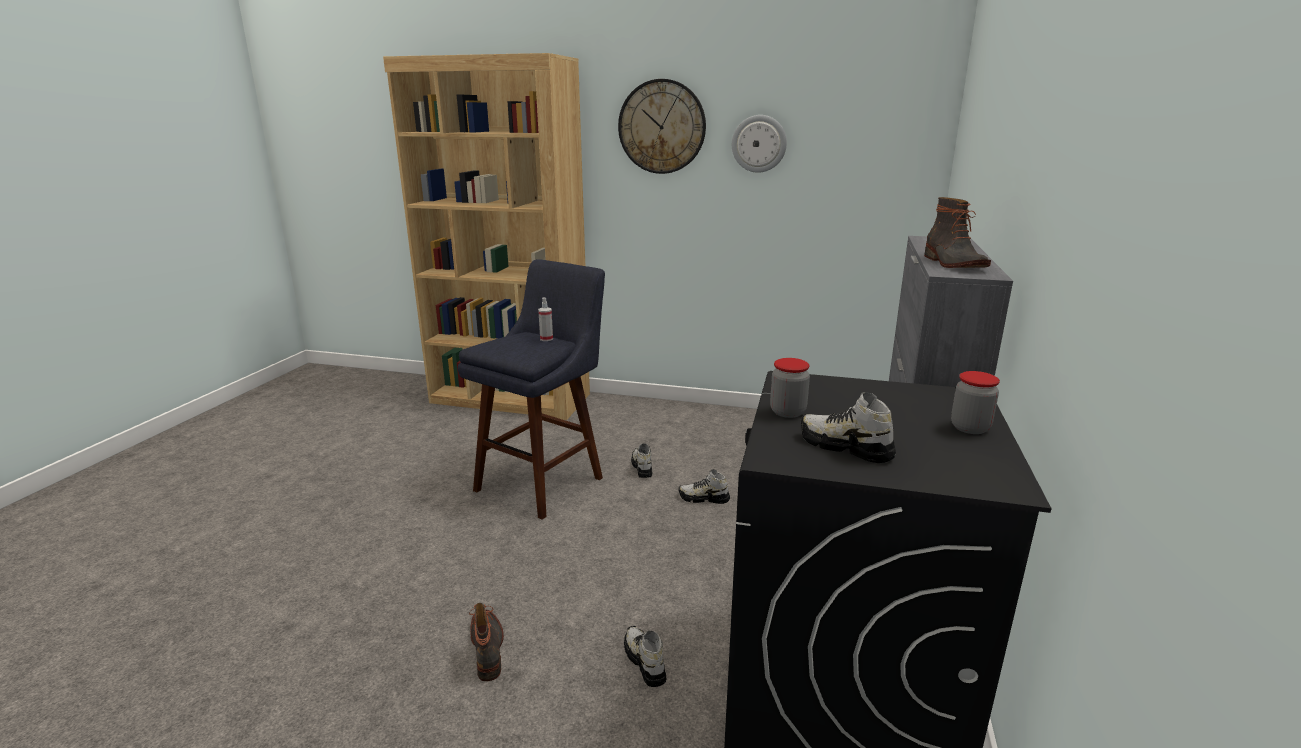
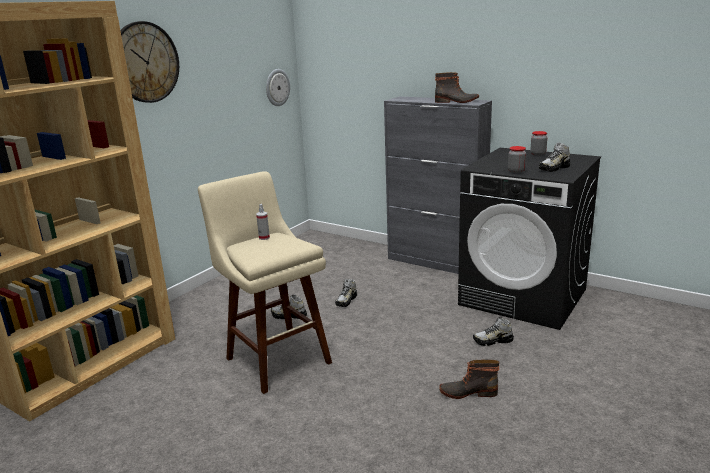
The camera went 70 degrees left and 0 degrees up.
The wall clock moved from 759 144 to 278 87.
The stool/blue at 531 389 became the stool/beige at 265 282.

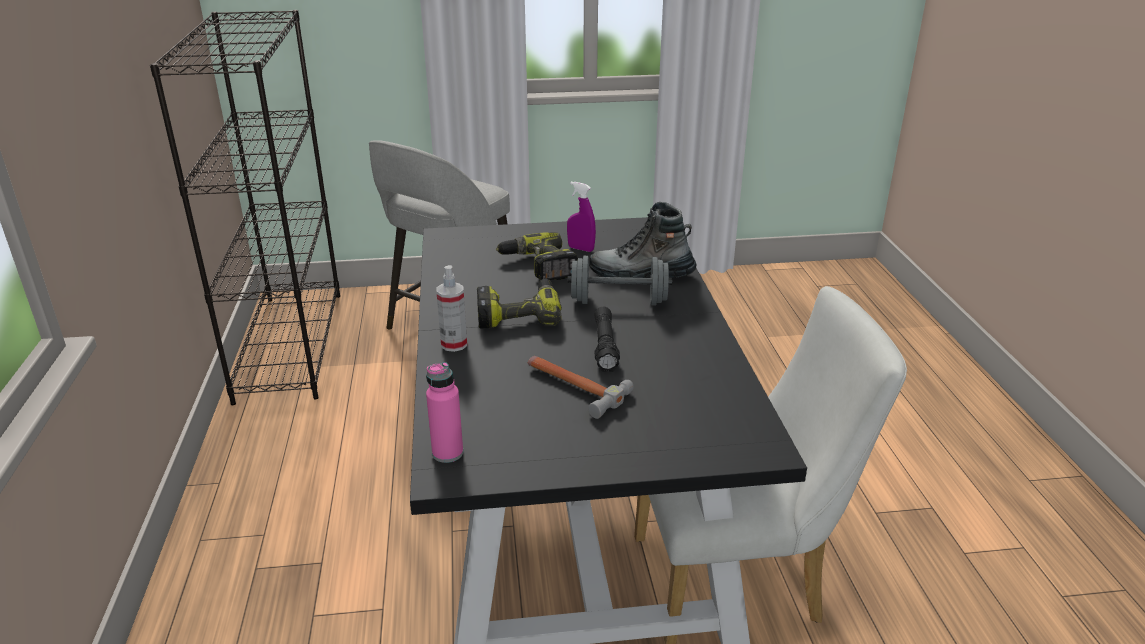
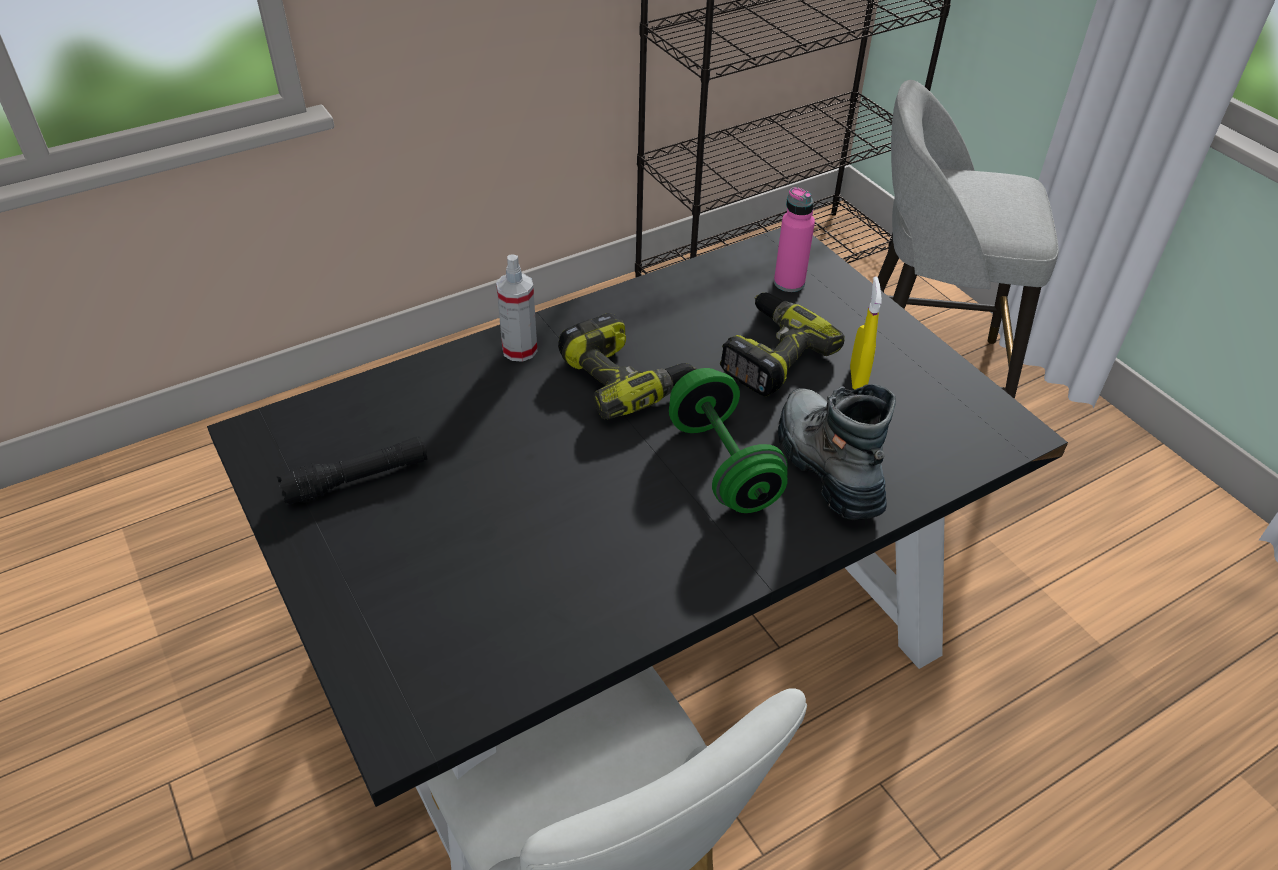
The camera went 65 degrees right and 15 degrees up.
The spray bottle/purple at 581 217 became the spray bottle/yellow at 866 333.
The dumbbell/grey at 620 281 became the dumbbell/green at 728 440.
The flashlight/black moved from 607 339 to 352 470.
The hammer at 581 387 disappeared.
The bottle/pink moved from 444 412 to 794 239.

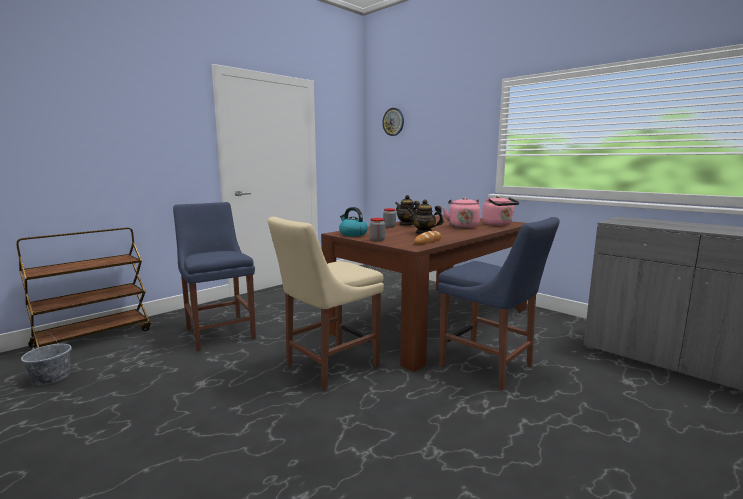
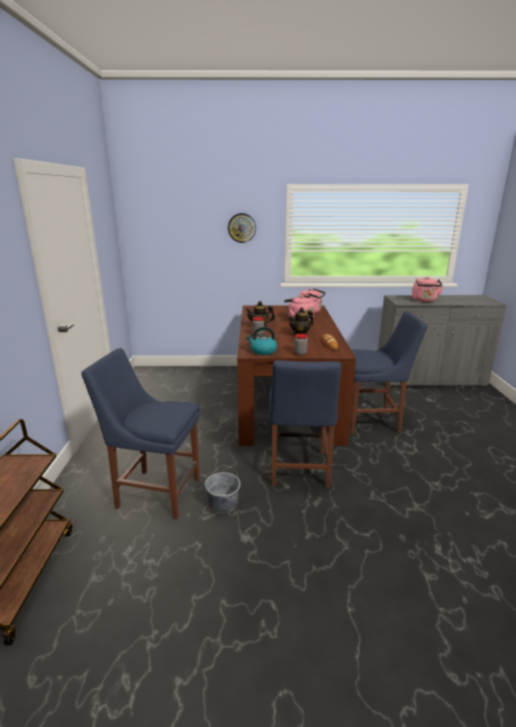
The camera went 45 degrees left and 10 degrees up.
The wall clock moved from 393 122 to 242 228.
The chair/beige at 326 303 became the chair/blue at 305 424.
The bucket/grey moved from 46 358 to 222 490.
The kettle/pink at 428 289 appeared.

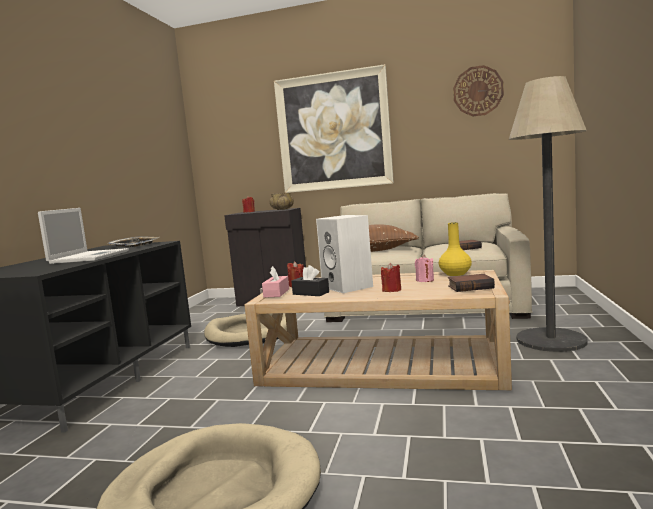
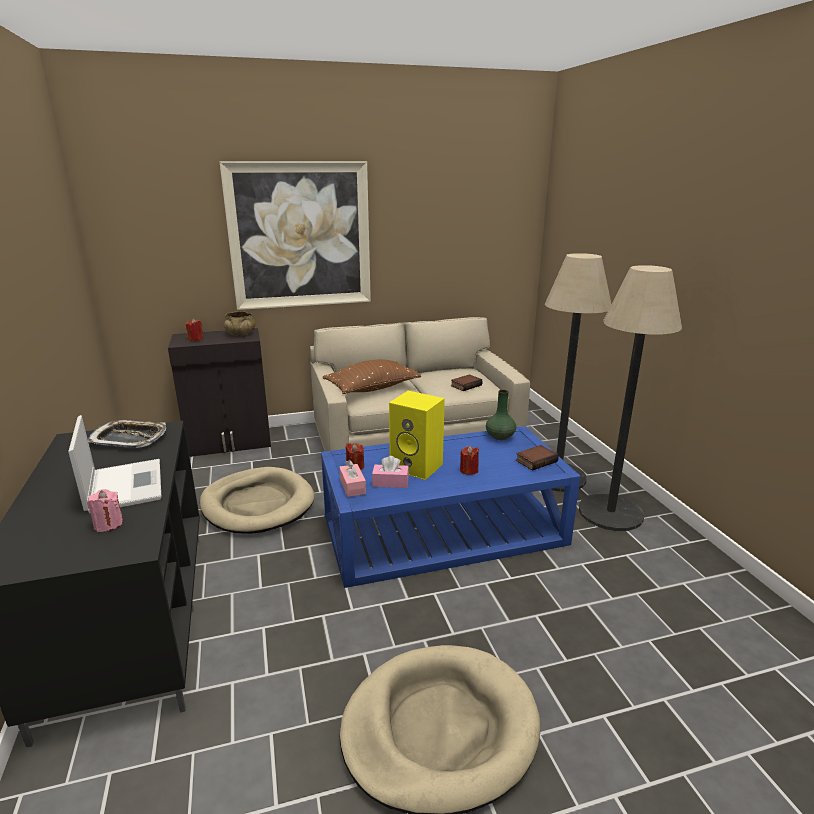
The camera went 30 degrees left and 15 degrees up.
The wall clock at 478 91 disappeared.
The speaker/white at 344 254 became the speaker/yellow at 417 435.
The vase/yellow at 455 249 became the vase/green at 501 415.
The candle/pink moved from 424 268 to 105 510.
The tissue box/black at 310 280 became the tissue box/pink at 390 472.
The coffee table/beige at 378 330 became the coffee table/blue at 450 507.
The floor lamp at 630 398 appeared.

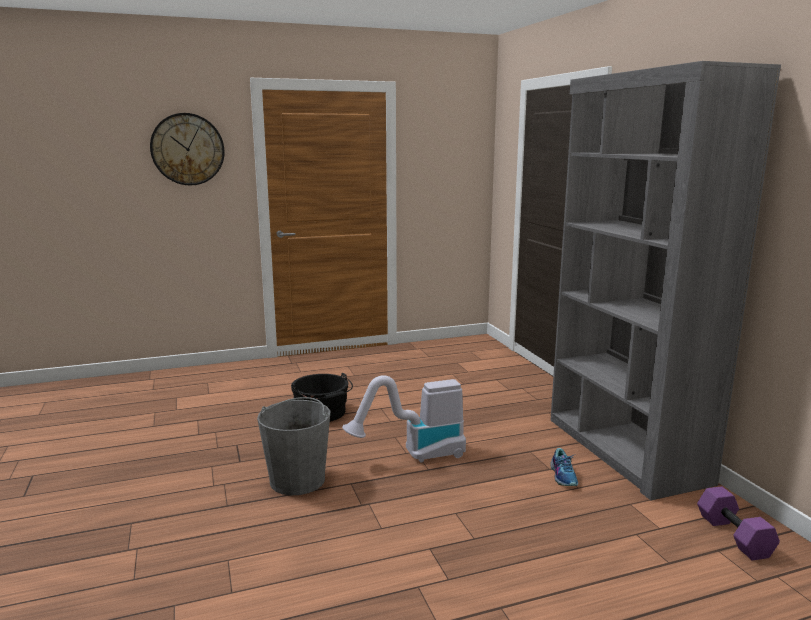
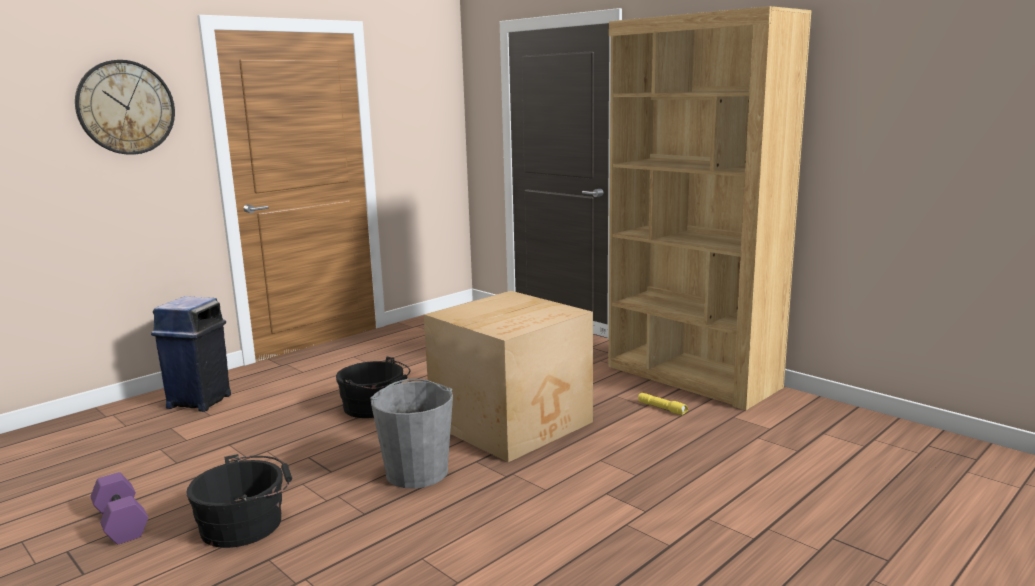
The camera went 25 degrees left and 0 degrees up.
The bookcase/grey at 666 281 became the bookcase/brown at 710 208.
The vacuum cleaner at 404 418 was replaced by the cardboard box at 508 376.
The shoe at 564 467 was replaced by the flashlight/yellow at 663 404.
The dumbbell/purple moved from 738 523 to 119 508.
The trash can/blue at 191 354 appeared.
The bucket/black at 239 501 appeared.

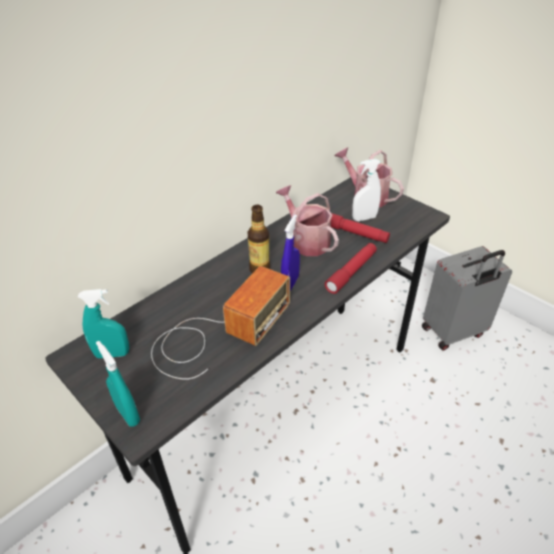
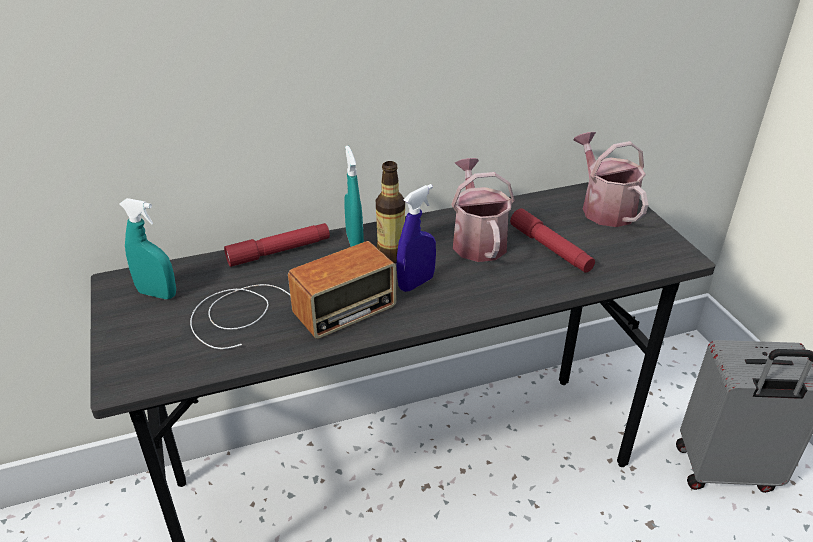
The camera went 25 degrees right and 5 degrees down.
The spray bottle/white at 366 190 disappeared.
The flashlight/red moved from 351 268 to 277 245.
The spray bottle/turquoise moved from 118 383 to 354 196.

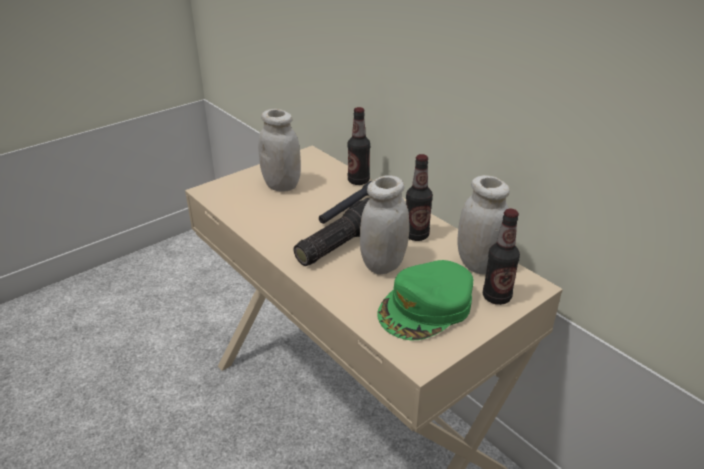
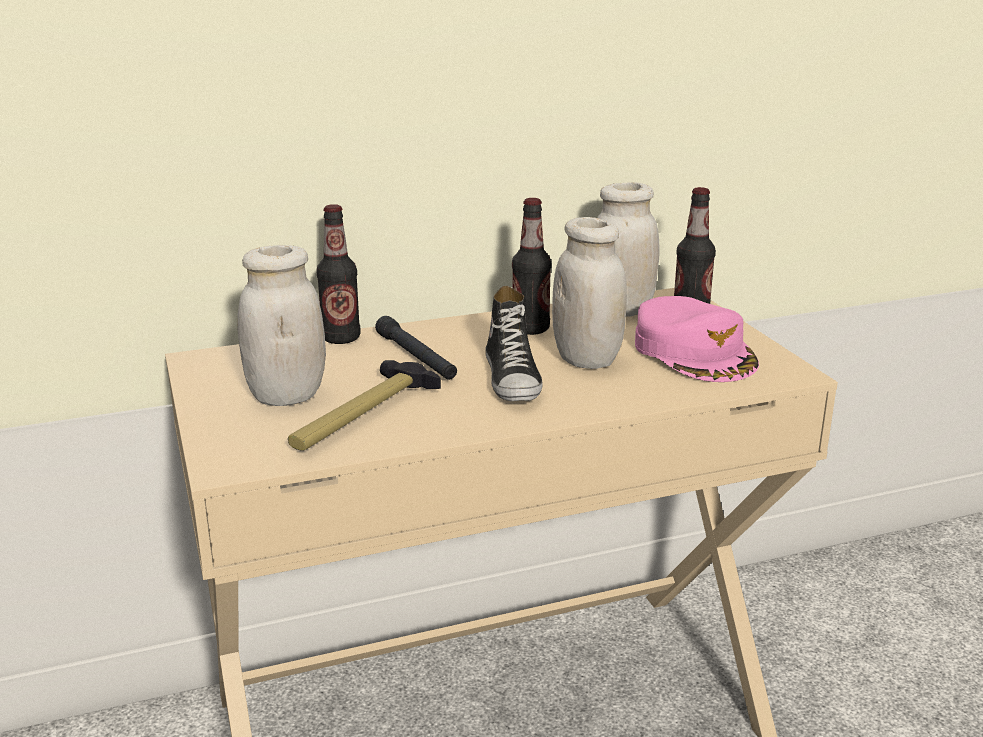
The camera went 70 degrees left and 10 degrees down.
The flashlight at 331 232 was replaced by the shoe at 514 343.
The cap/green at 425 300 became the cap/pink at 697 339.
The hammer at 364 405 appeared.

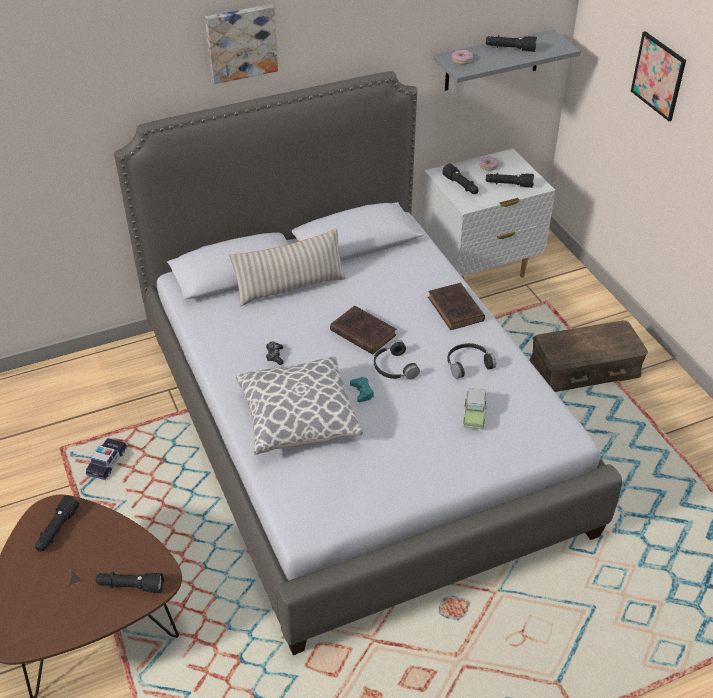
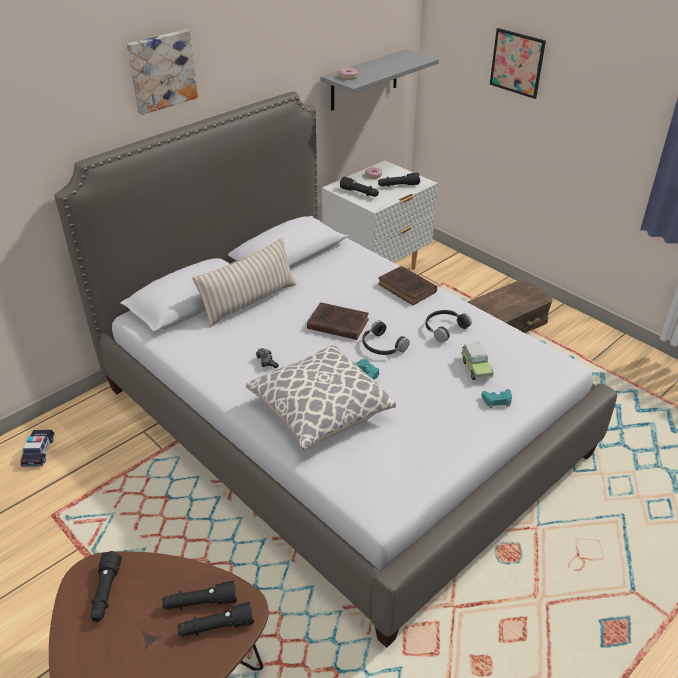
The camera went 20 degrees left and 5 degrees down.
The flashlight/black moved from 511 43 to 199 595.
The toy car moved from 106 459 to 38 448.
The game controller/turquoise at 496 398 appeared.

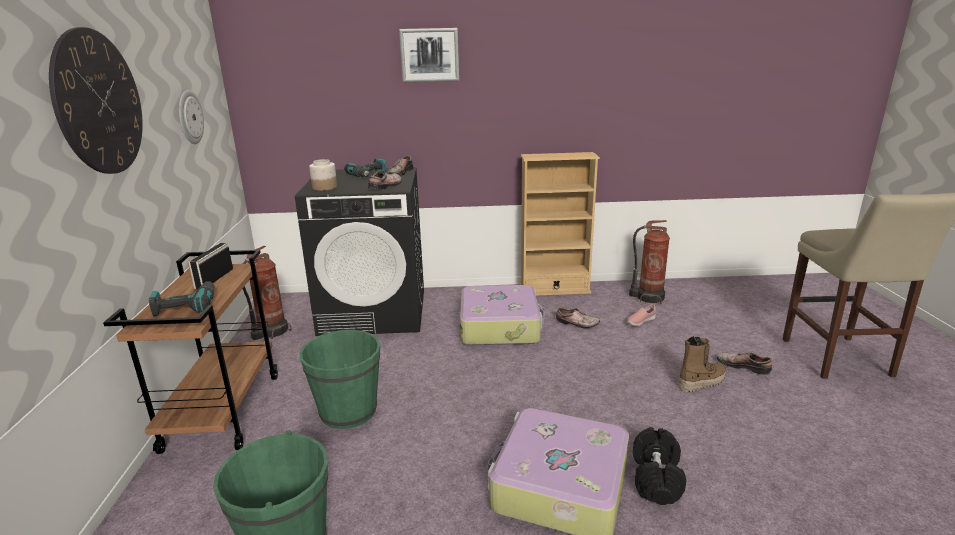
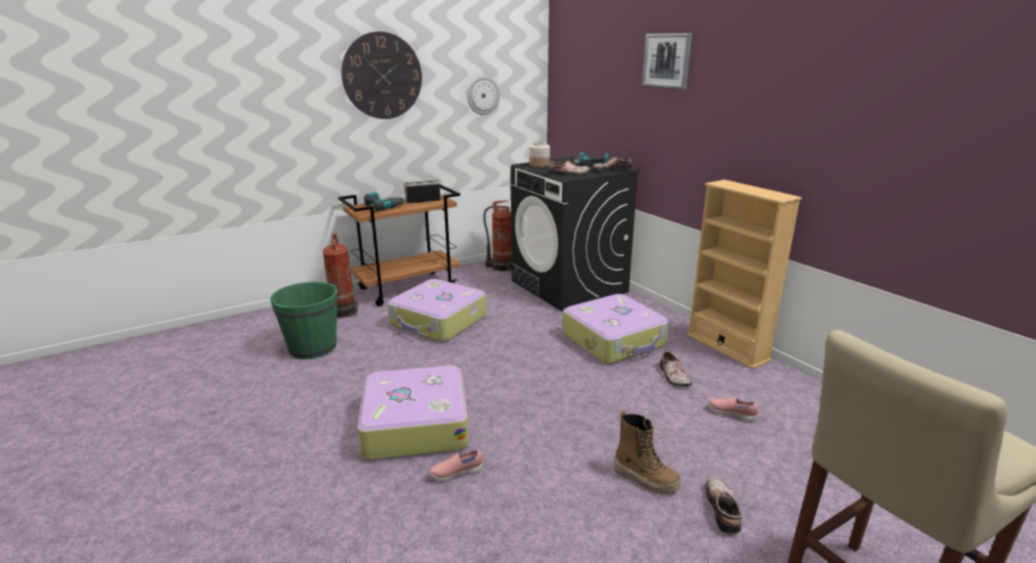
The camera went 60 degrees right and 0 degrees up.
The fire extinguisher moved from 649 262 to 340 275.
The bucket/green at 339 379 was replaced by the suitcase at 437 310.
The dumbbell/black at 659 466 was replaced by the shoe/pink at 456 465.

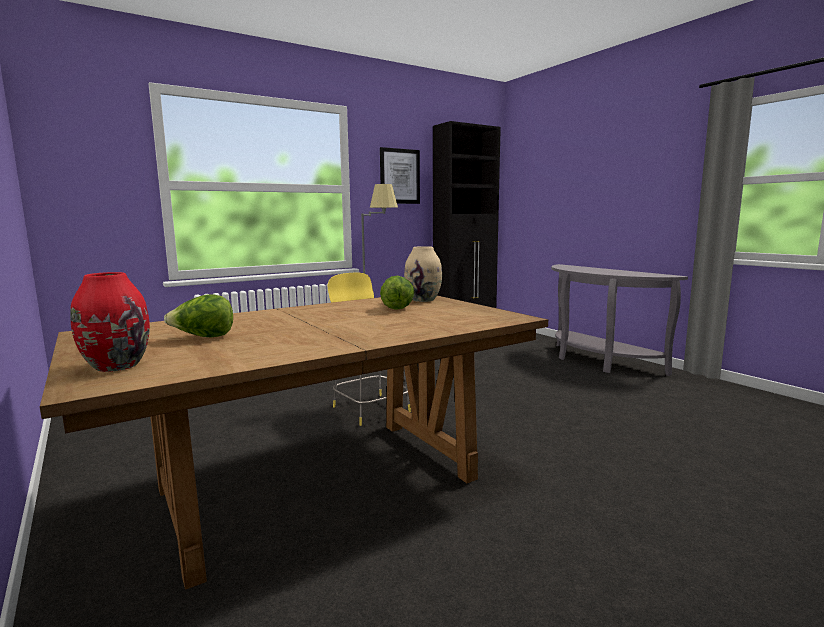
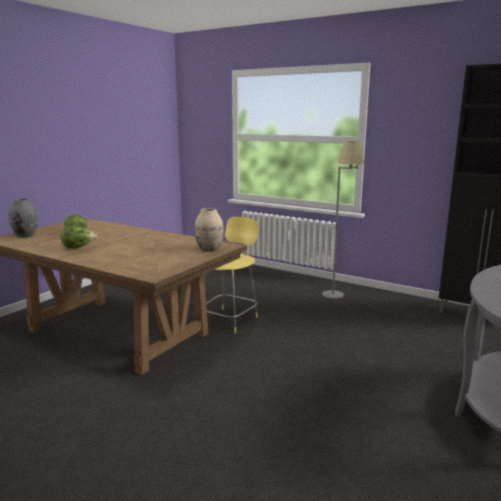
The camera went 65 degrees right and 5 degrees up.
The picture at 400 175 disappeared.
The vase/red at 110 322 became the vase/grey at 23 218.
The lettuce moved from 397 293 to 79 237.

